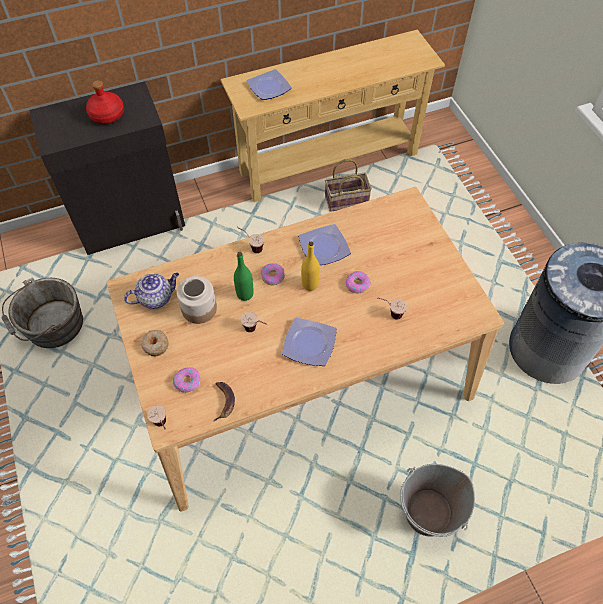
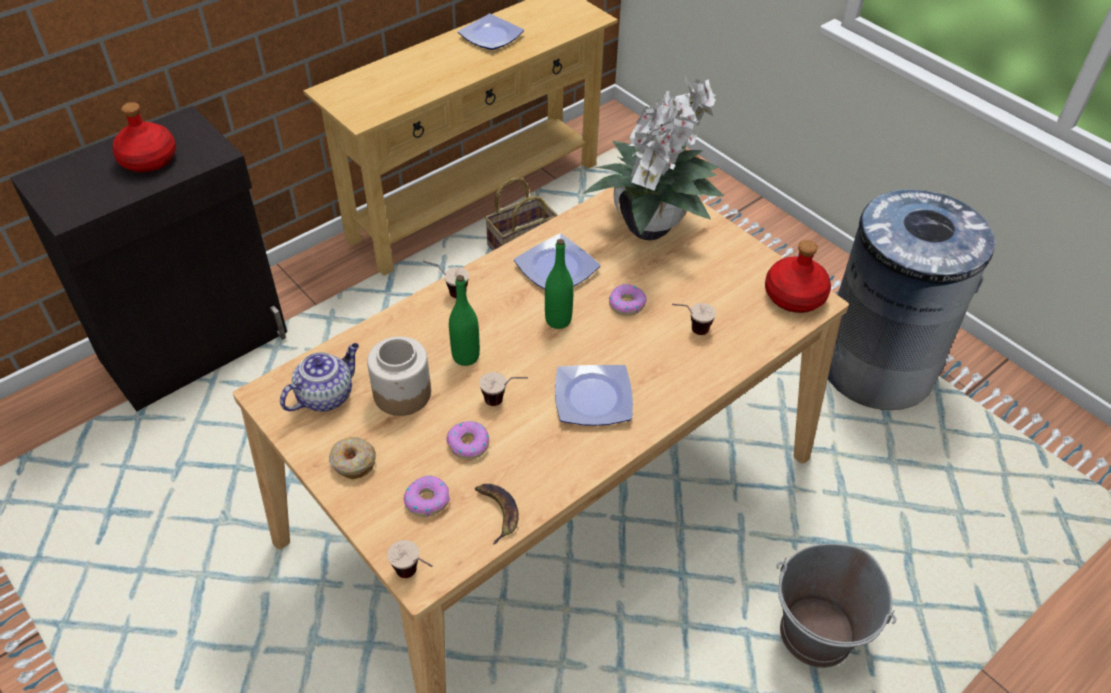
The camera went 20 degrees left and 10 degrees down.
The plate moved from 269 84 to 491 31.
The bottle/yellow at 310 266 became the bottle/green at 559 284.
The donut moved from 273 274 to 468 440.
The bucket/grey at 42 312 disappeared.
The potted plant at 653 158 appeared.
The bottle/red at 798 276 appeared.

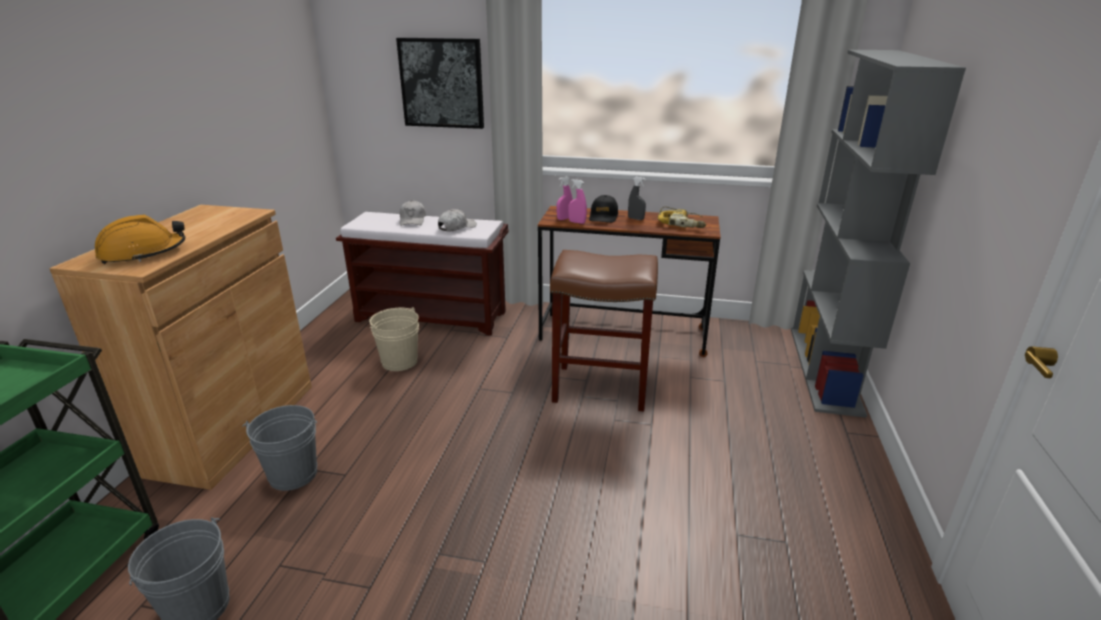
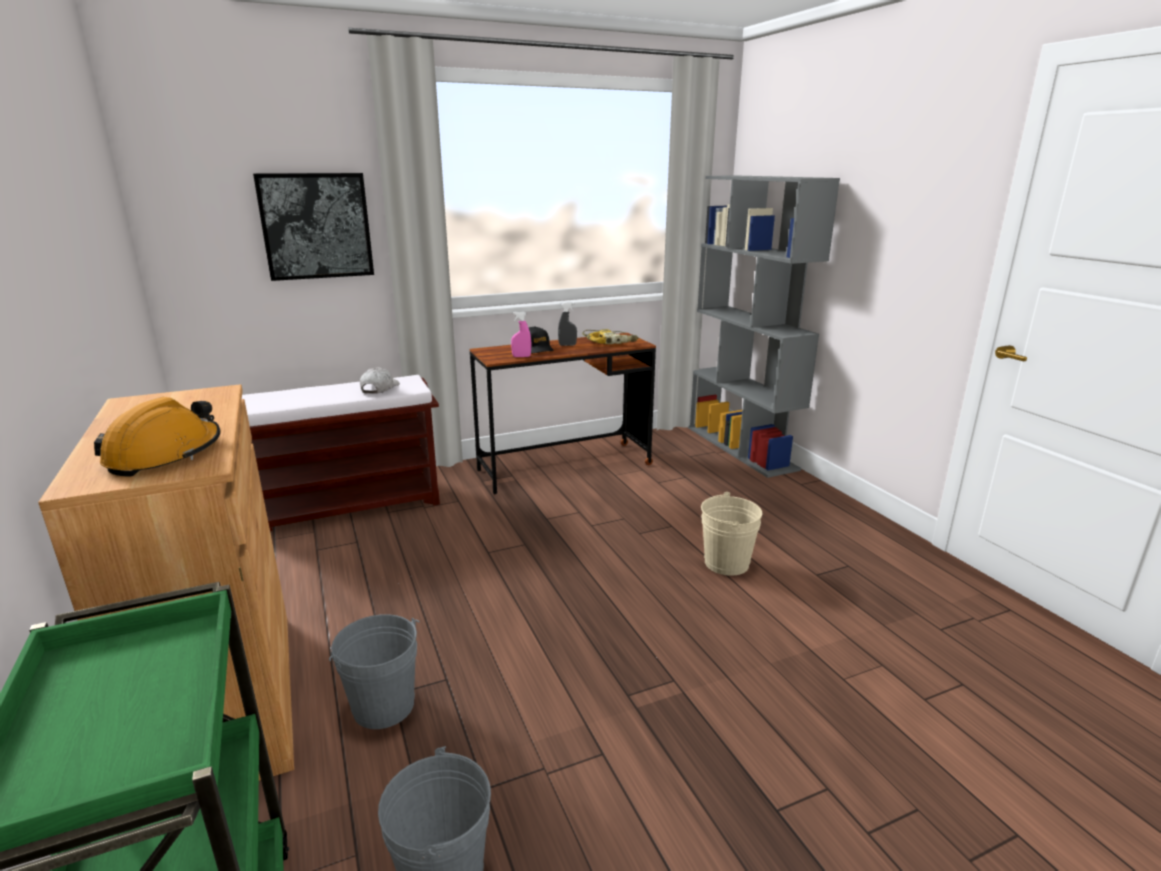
The camera went 35 degrees left and 5 degrees down.
The spray bottle/pink at 564 198 disappeared.
The cap/white at 412 213 disappeared.
The stool/brown at 604 331 disappeared.
The bucket/beige moved from 394 339 to 731 534.

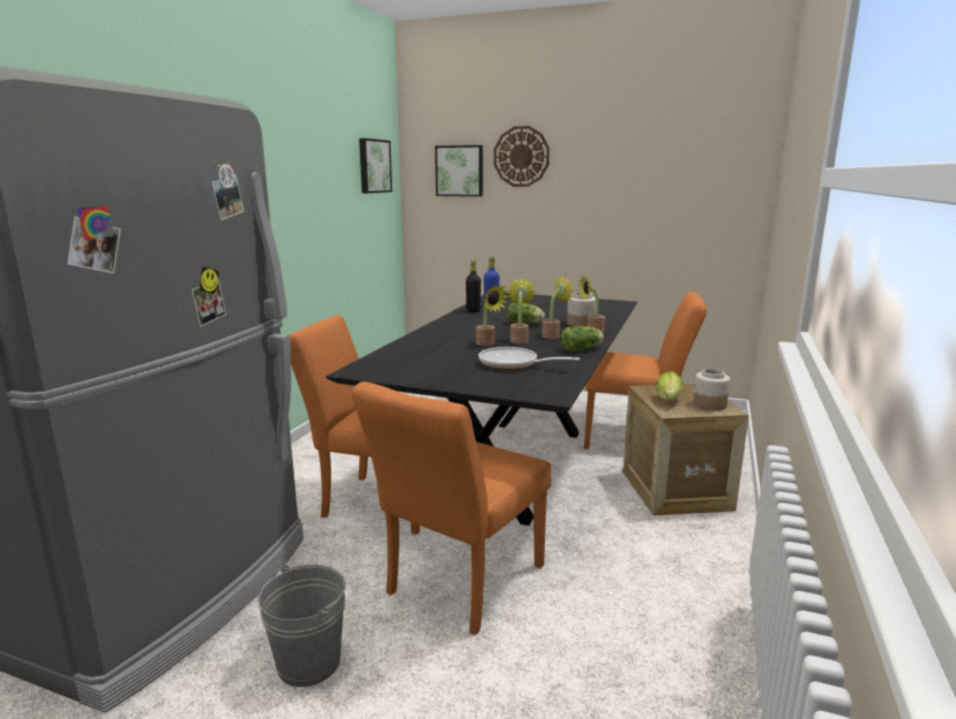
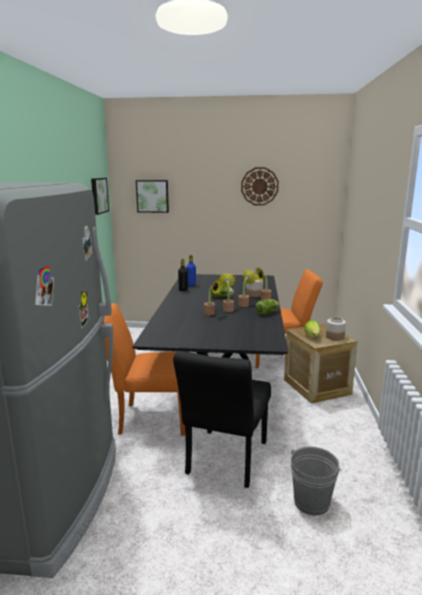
The camera went 15 degrees left and 0 degrees up.
The wall clock moved from 522 156 to 260 186.
The frying pan at 529 358 disappeared.
The chair/orange at 451 508 became the chair/black at 222 419.
The bucket/grey moved from 302 625 to 317 481.

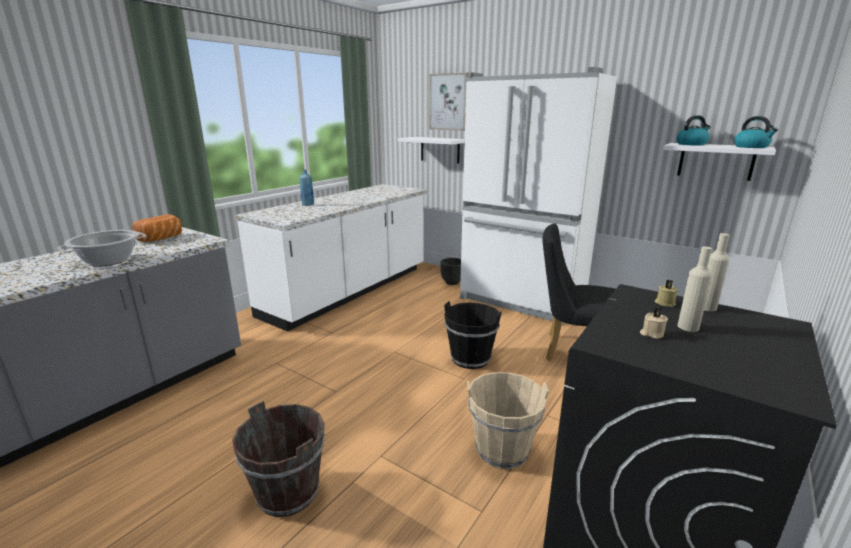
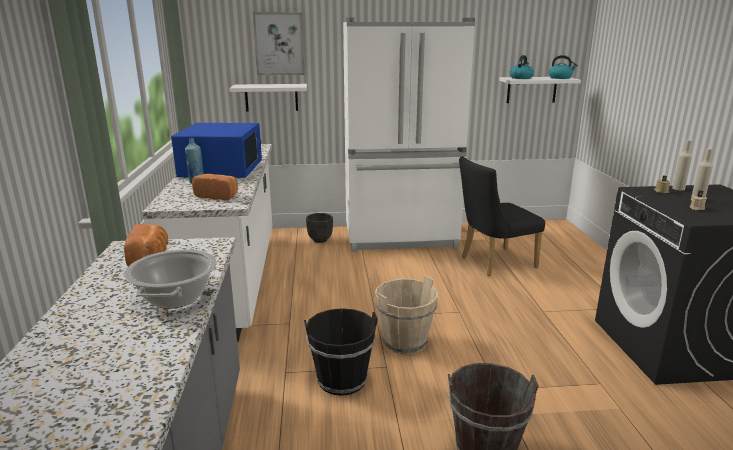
The camera went 40 degrees left and 0 degrees up.
The bucket/black moved from 473 335 to 341 352.
The bucket/beige moved from 508 420 to 406 314.
The microwave/blue at 216 150 appeared.
The bread at 215 187 appeared.

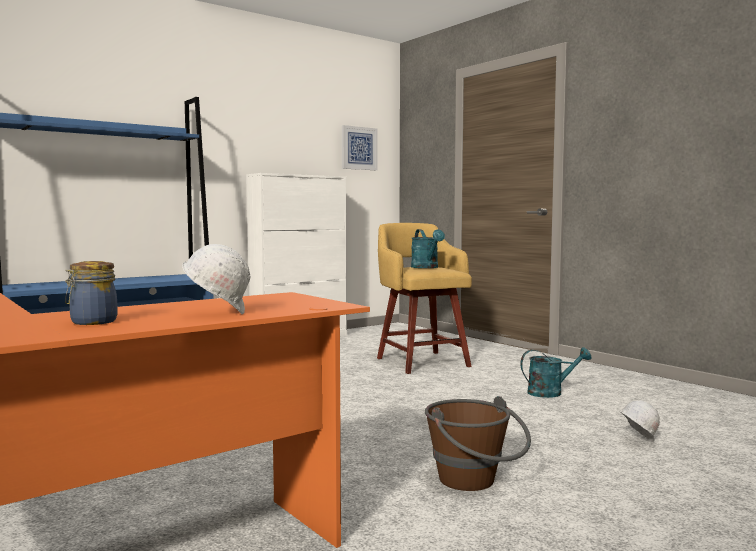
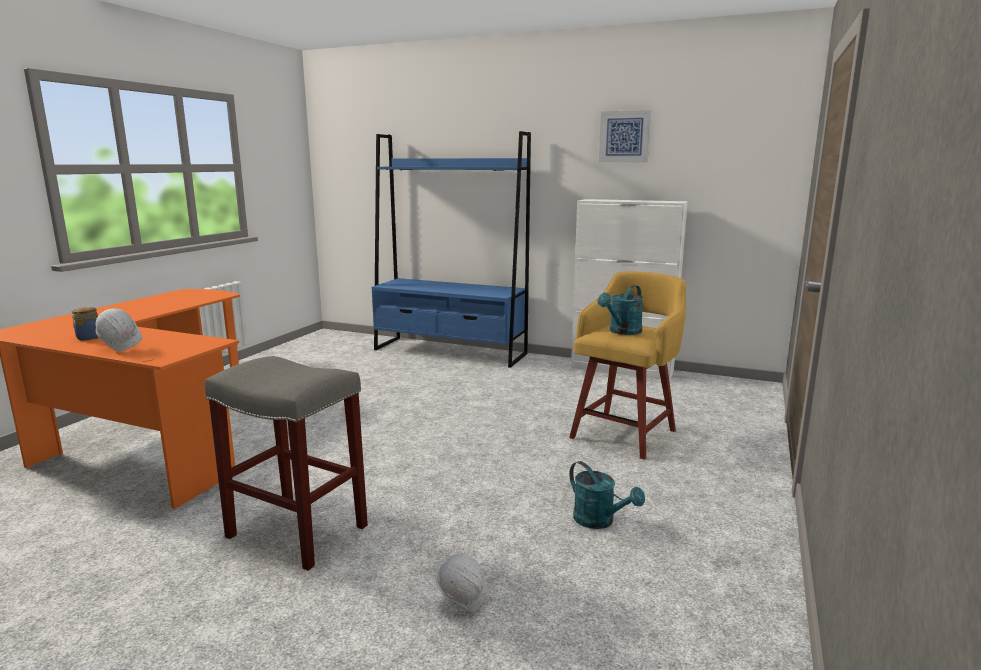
The camera went 60 degrees right and 10 degrees up.
The picture moved from 360 147 to 625 136.
The bucket/brown at 478 443 was replaced by the stool/grey at 286 463.

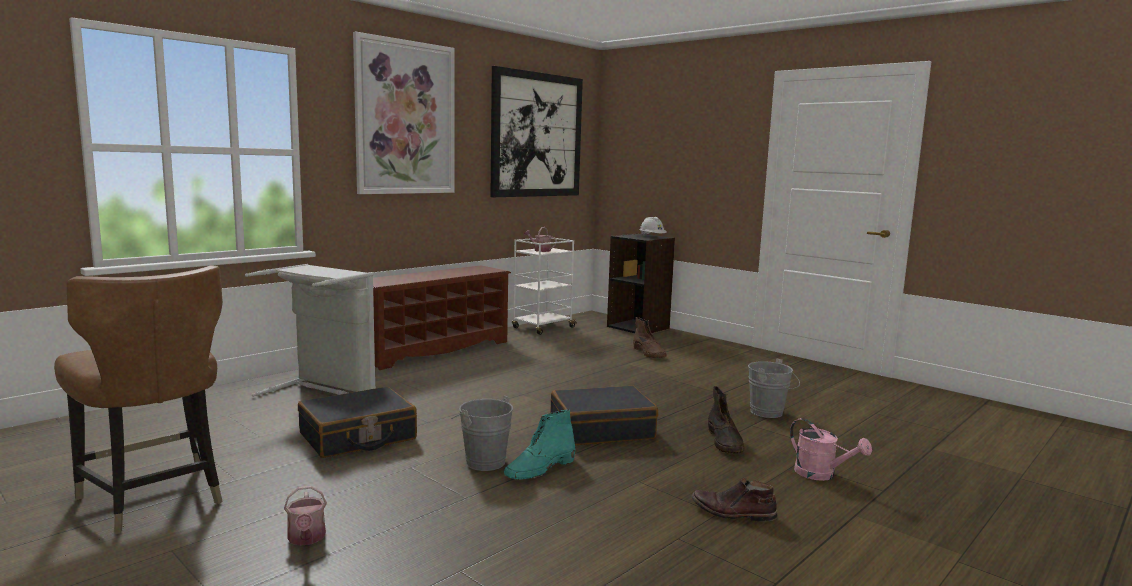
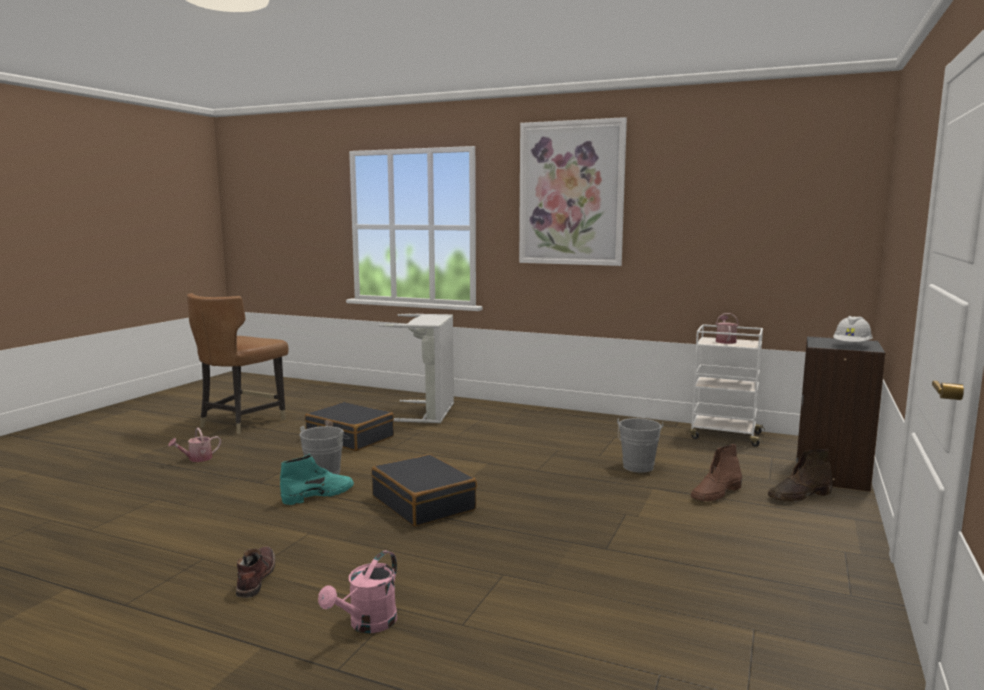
The camera went 70 degrees right and 0 degrees up.
The picture at 536 131 disappeared.
The shoe rack/brown at 442 318 disappeared.
The bucket/grey moved from 774 388 to 640 445.
The boot/brown moved from 726 420 to 800 475.
The boot/turquoise at 539 444 turned 120 degrees clockwise.

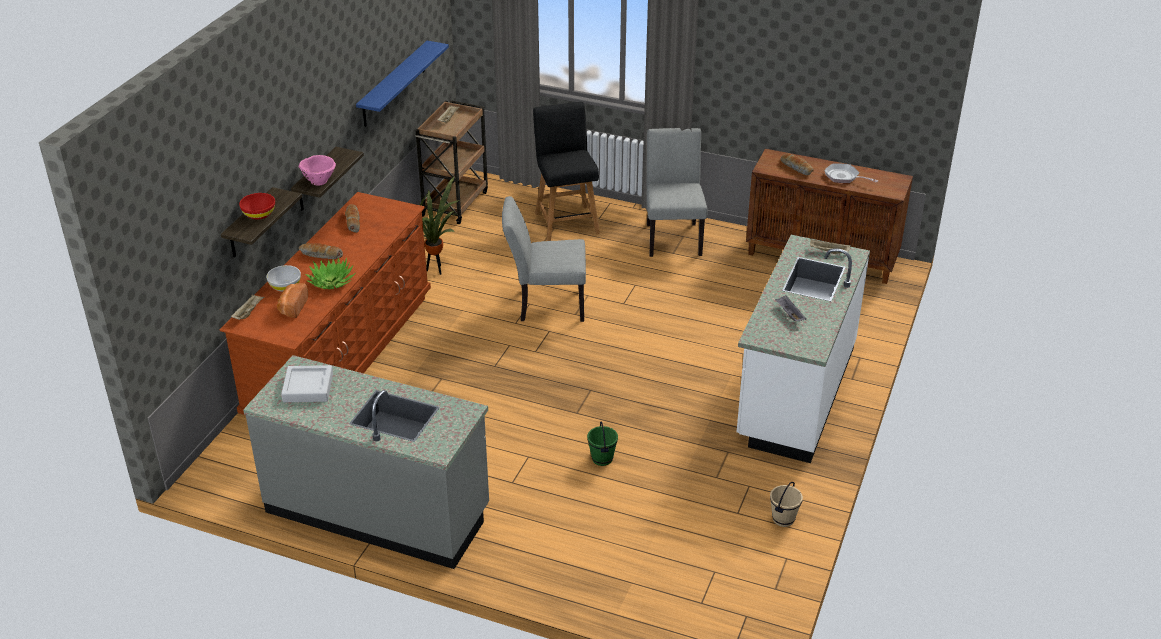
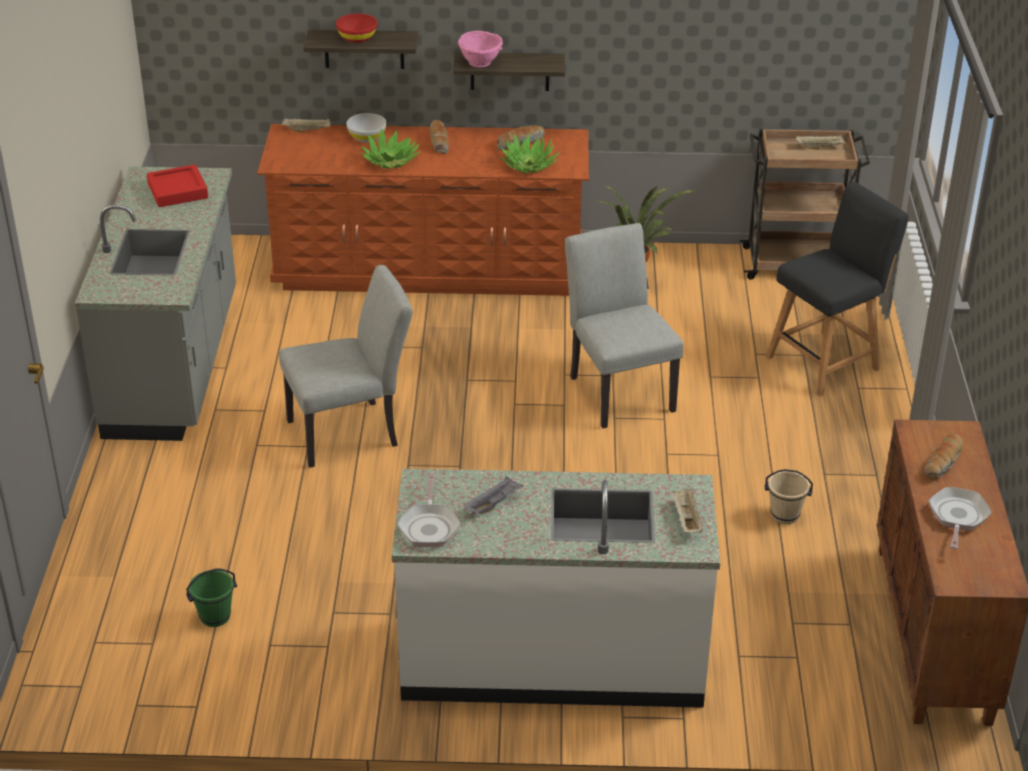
The camera went 70 degrees right and 0 degrees up.
The shelf/blue at 402 84 disappeared.
The chair/grey moved from 677 192 to 346 366.
The bread at 292 300 disappeared.
The tray/grey at 307 383 became the tray/red at 177 185.
The bucket/green moved from 602 444 to 211 598.
The bucket/beige moved from 786 504 to 789 496.
The potted plant at 529 154 appeared.
The frying pan at 429 510 appeared.

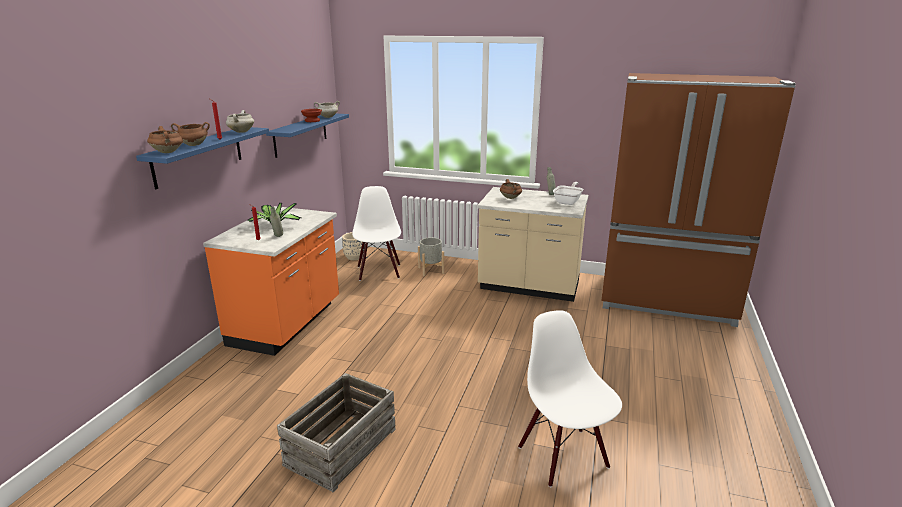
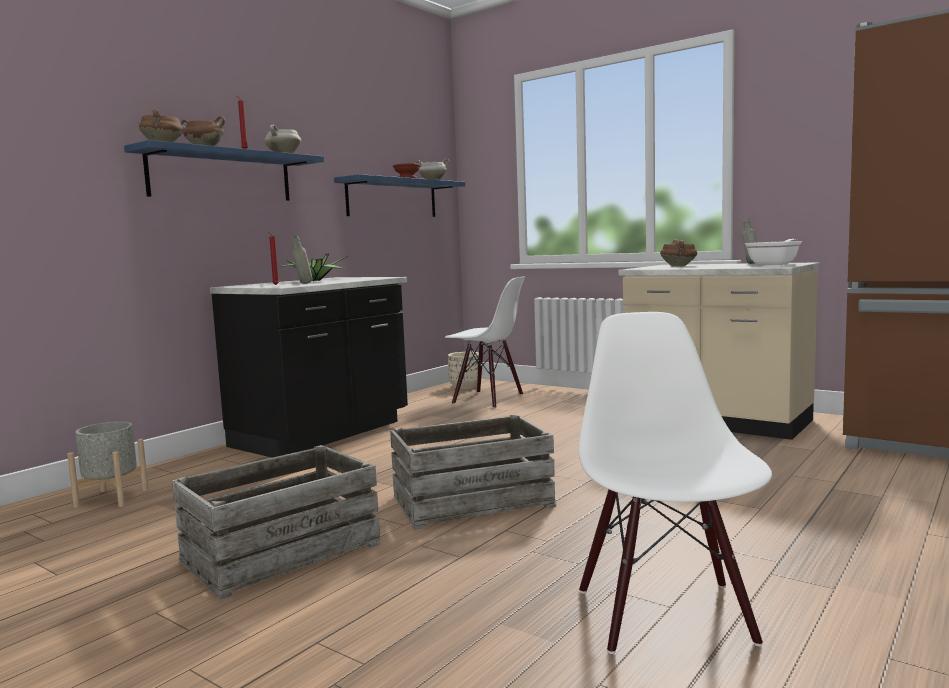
The camera went 20 degrees right and 15 degrees down.
The chair/white at 376 233 turned 105 degrees clockwise.
The counter/orange at 271 281 became the counter/black at 309 367.
The planter/grey moved from 431 256 to 108 464.
The crate at 473 472 appeared.

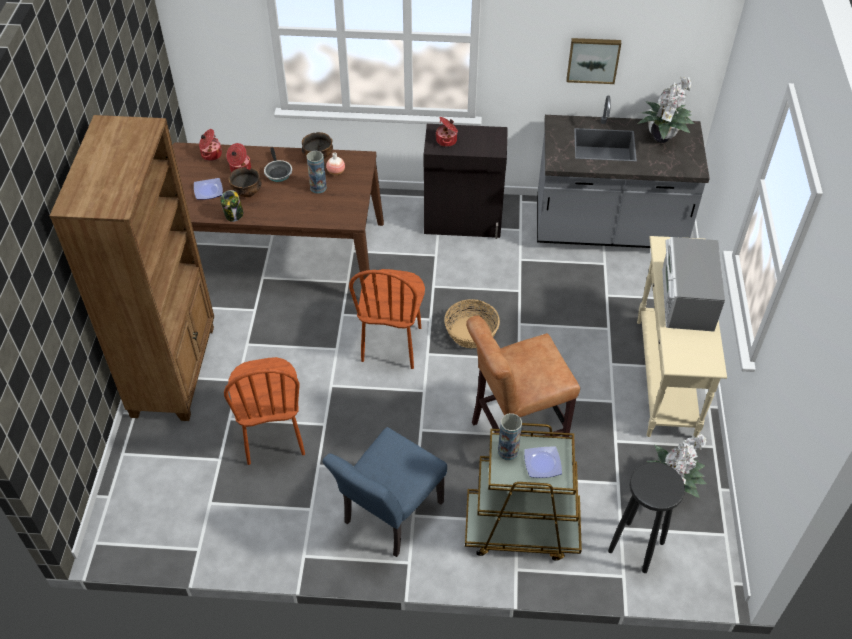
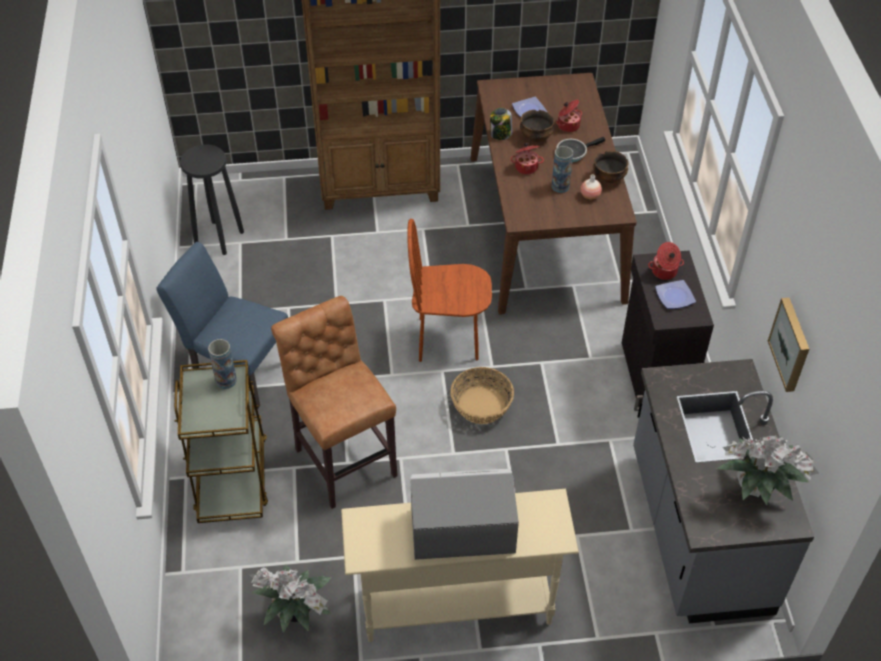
The camera went 80 degrees right and 0 degrees up.
The cooking pot moved from 210 145 to 527 159.
The chair/brown at 264 411 disappeared.
The plate moved from 543 462 to 675 294.
The stool/black moved from 646 517 to 212 199.

